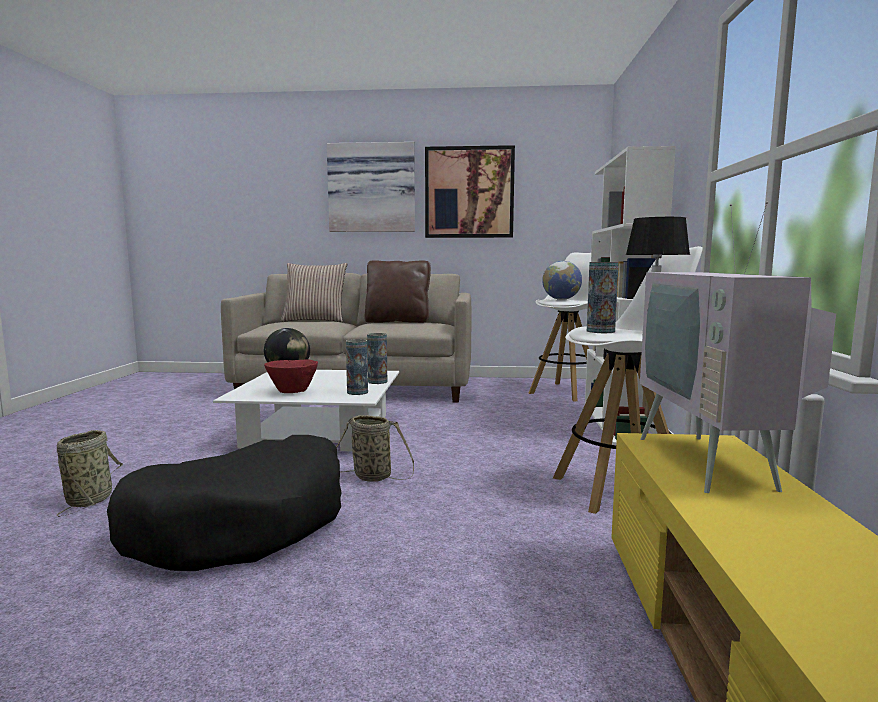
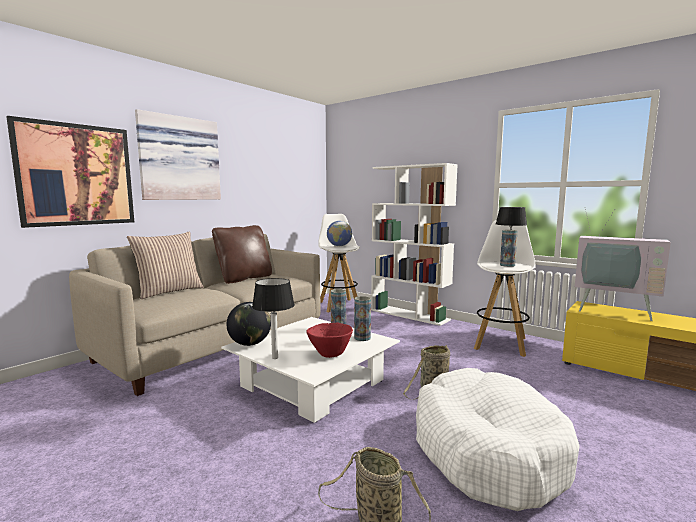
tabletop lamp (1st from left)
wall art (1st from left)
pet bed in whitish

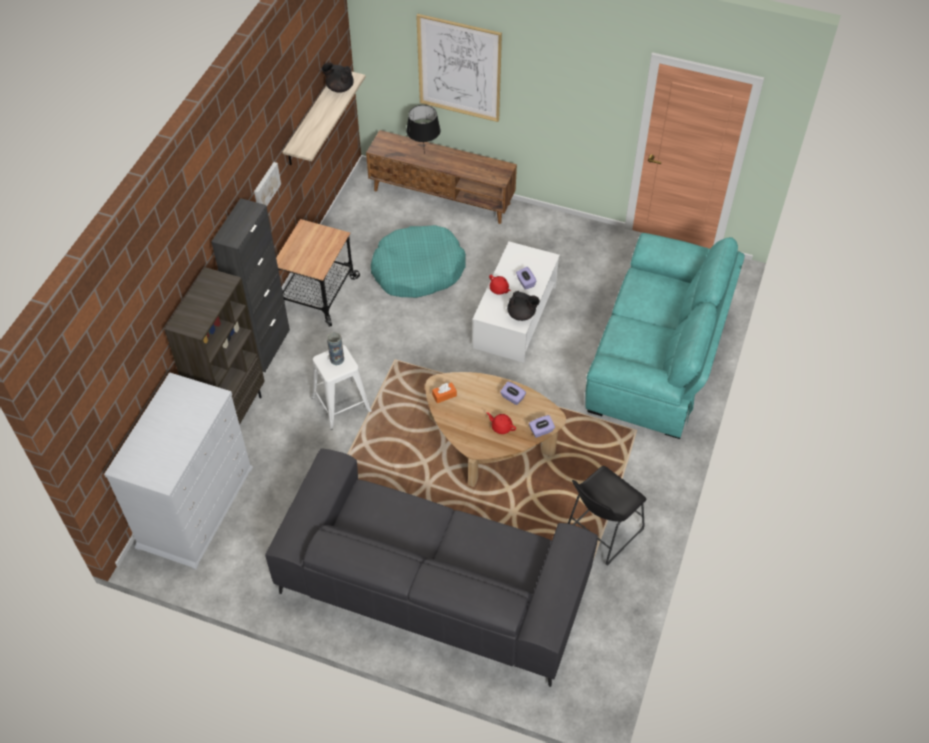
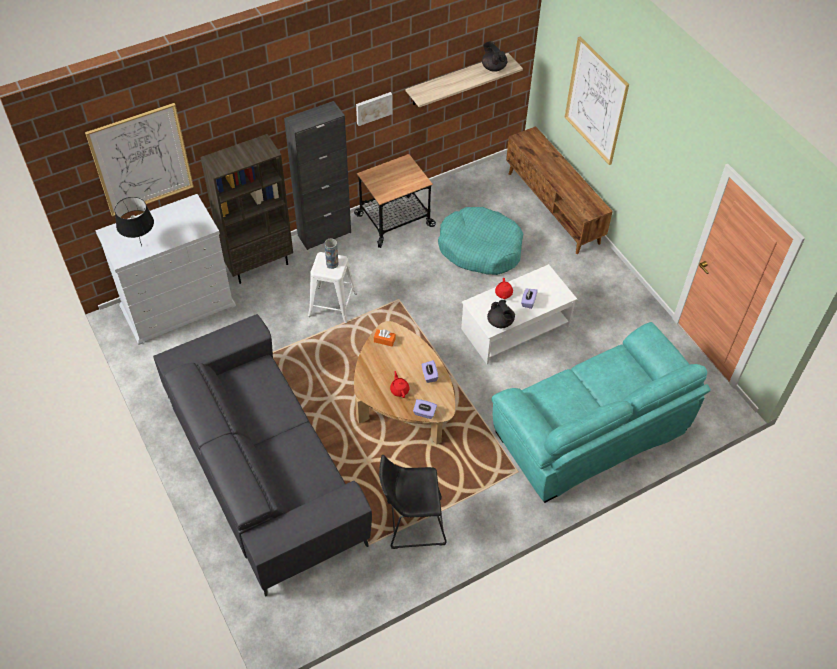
wall art (1st from left)
tabletop lamp in black

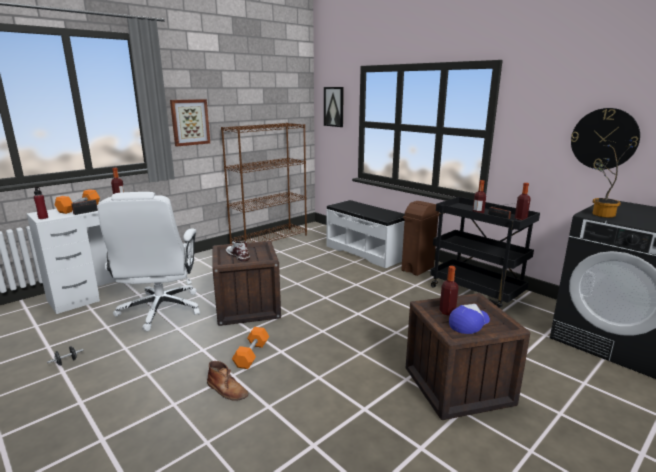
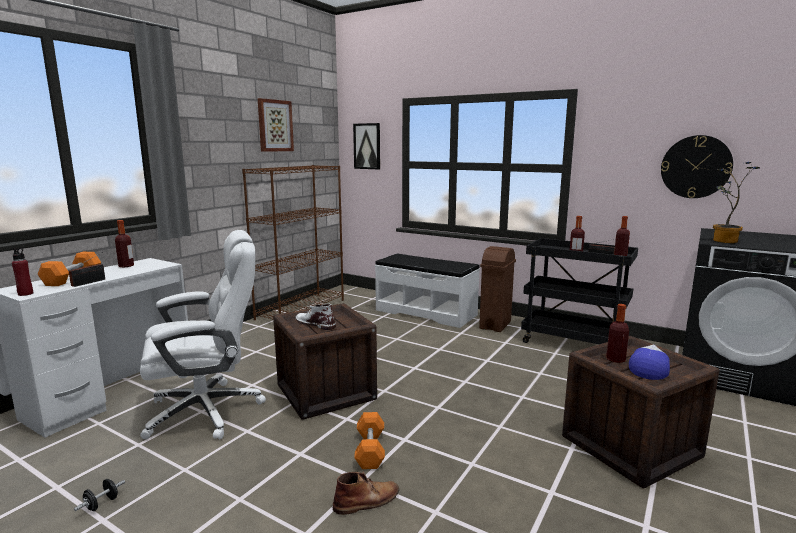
wall art (1st from left)
computer chair in whitish
boot in brown-coloured

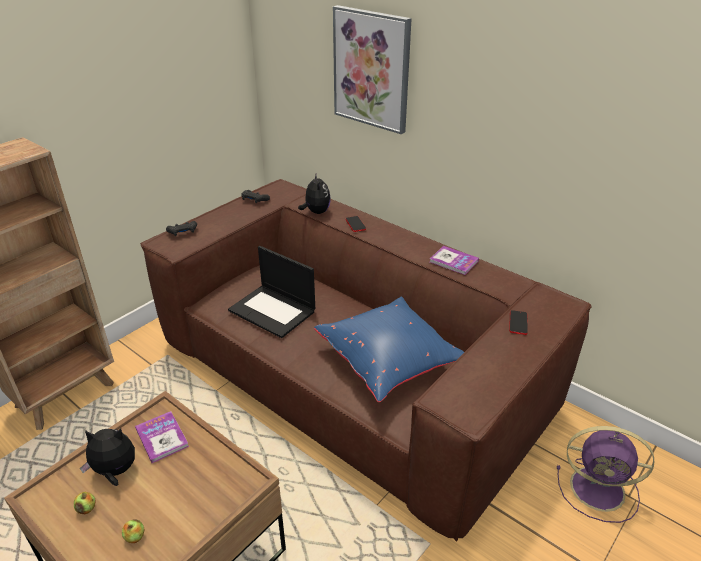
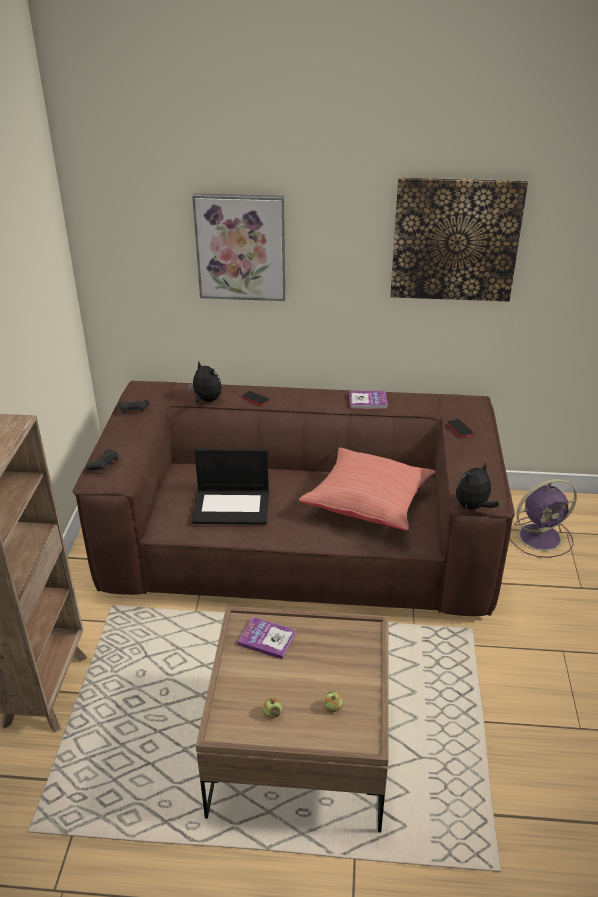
wall art (2nd from left)
cuddly toy (2nd from left)
cushion in red-coloured

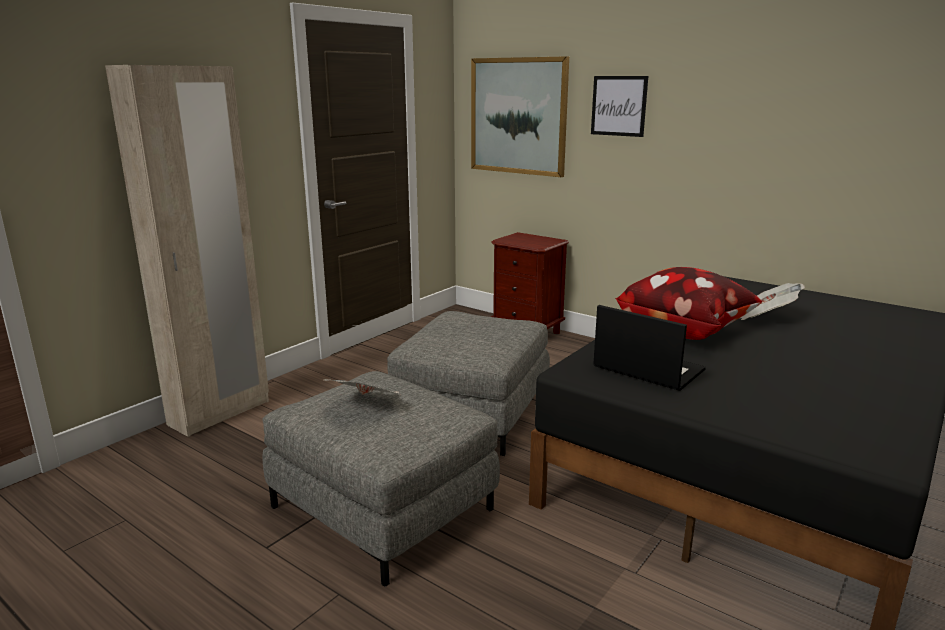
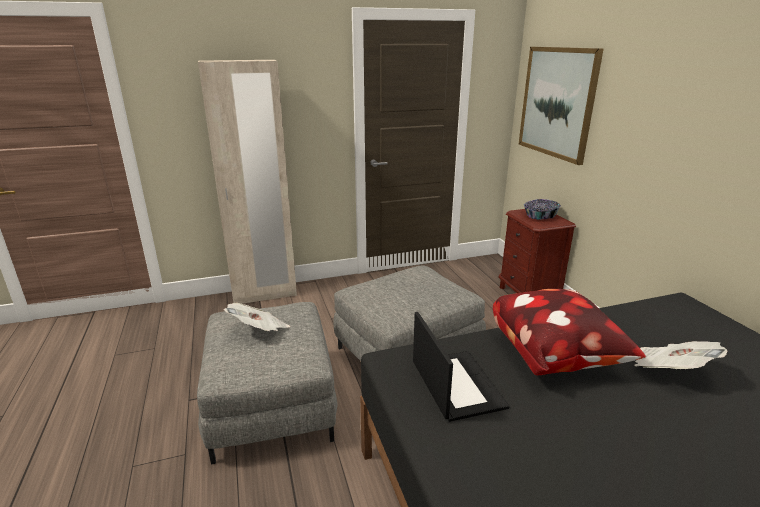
wall art (2nd from left in the first image)
deep dish

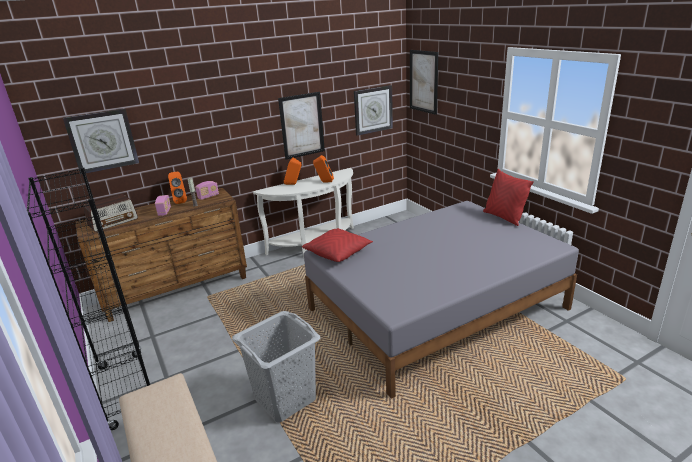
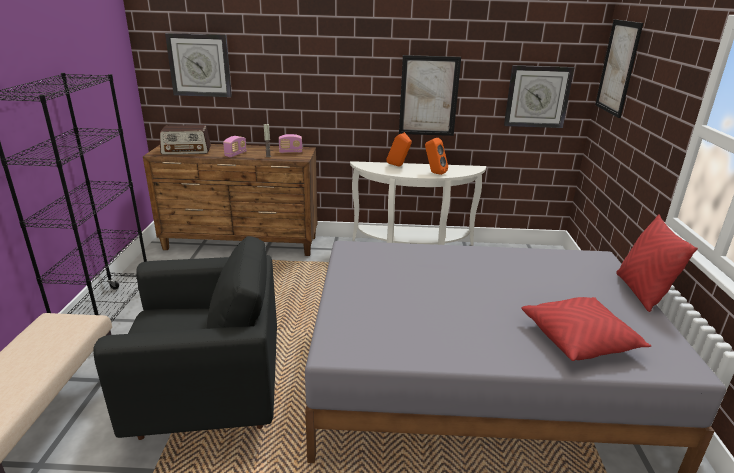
loudspeaker in orange (1st from left in the first image)
cushion in red-coloured (1st from left)
armchair in black

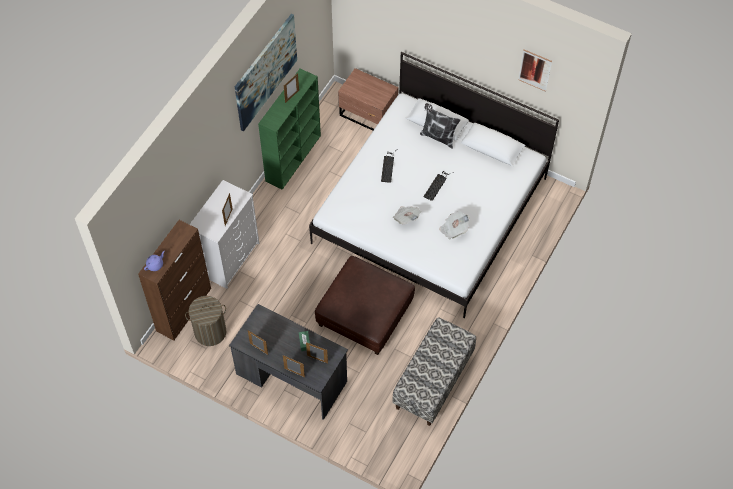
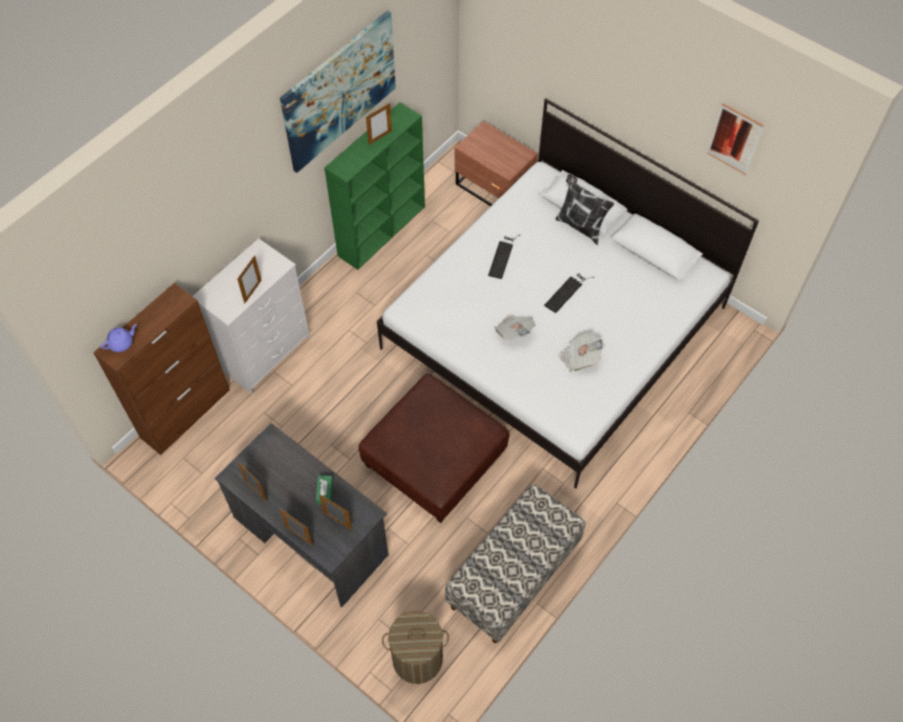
washing basket

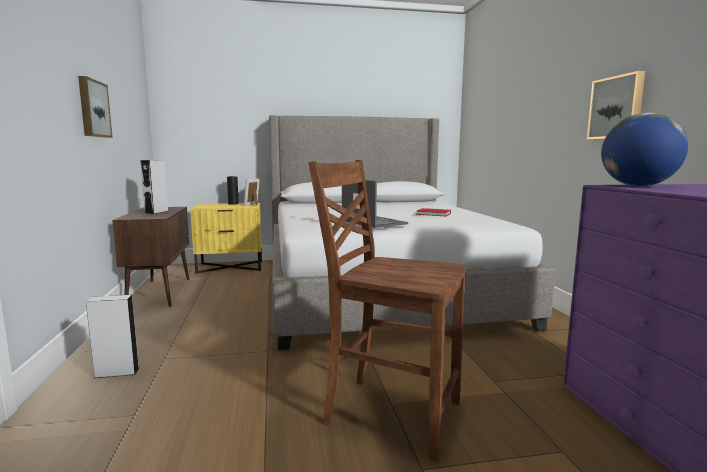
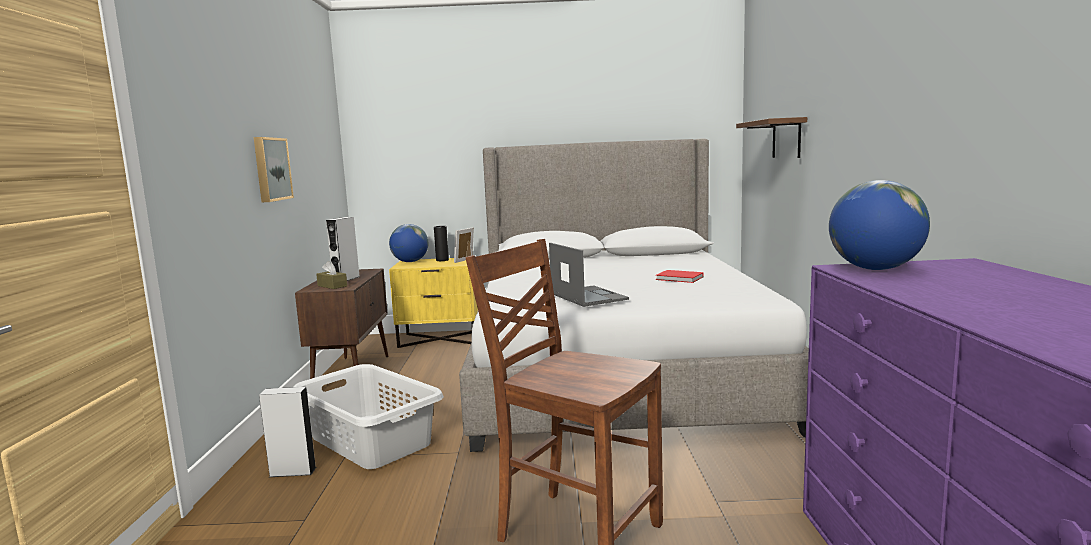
wall art (2nd from left in the first image)
washing basket in greyish
tissue box in brown-coloured
desk globe (1st from left)
bracket shelf in brown-coloured

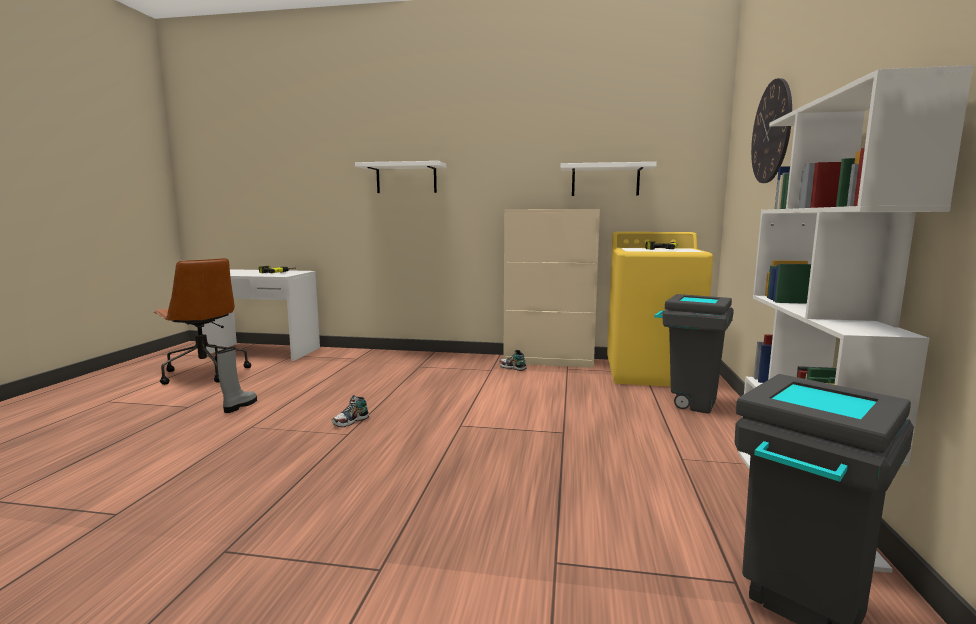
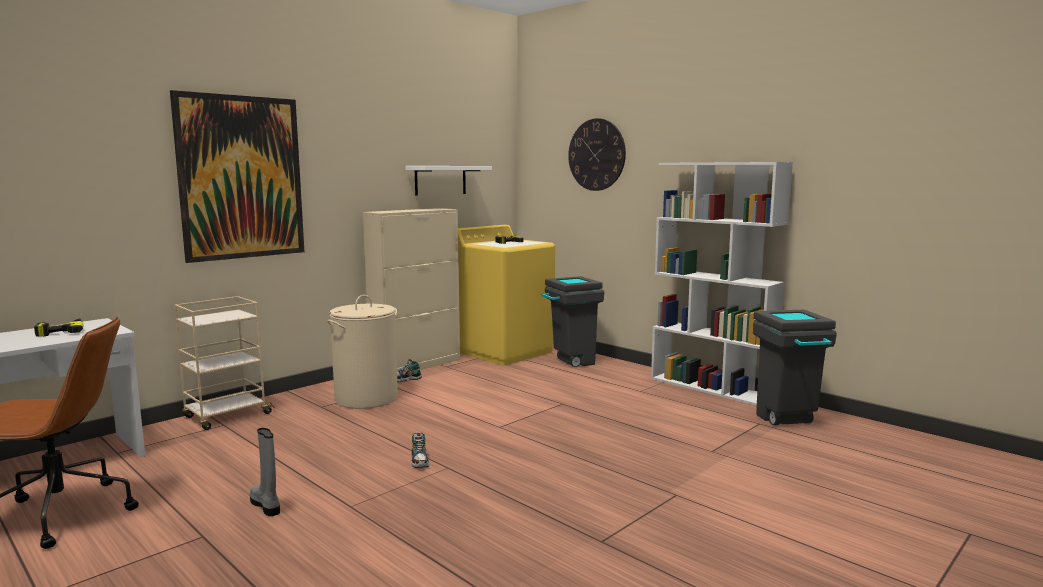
trolley in sand-coloured
washing basket in sand-coloured
wall art

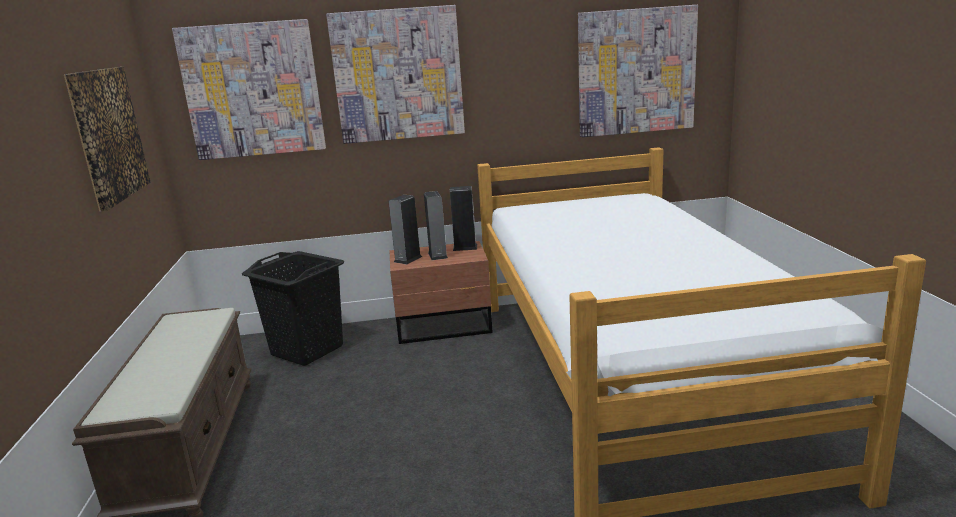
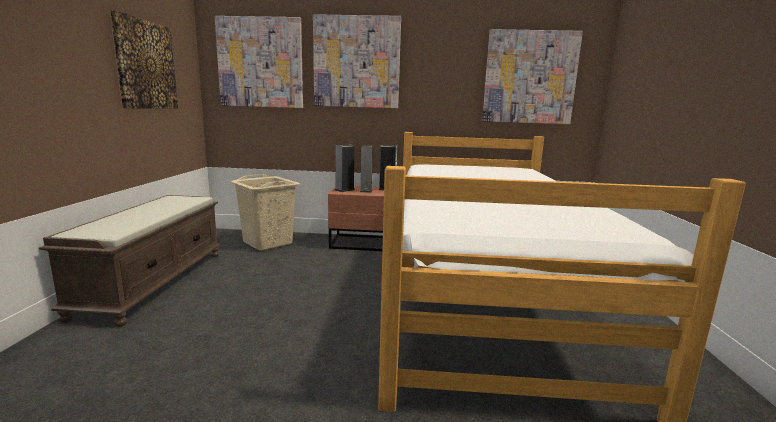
washing basket in sand-coloured

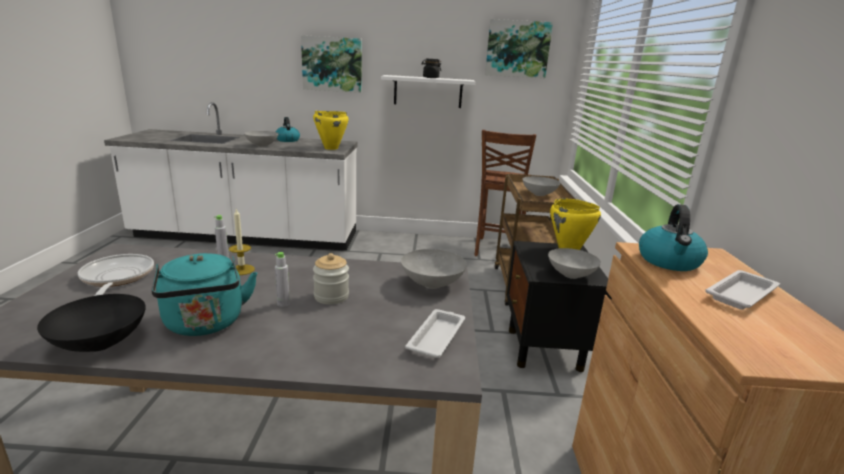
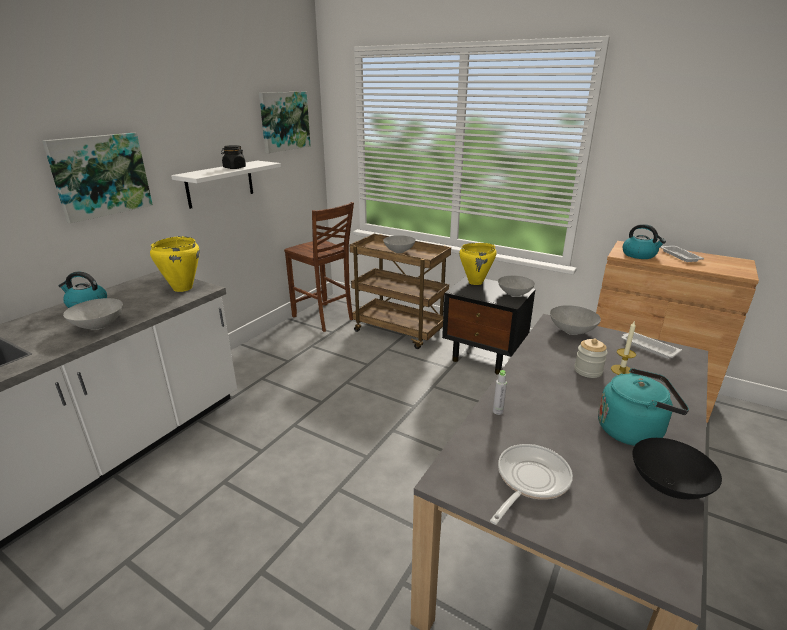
drink bottle in greyish (2nd from left in the first image)
candle
pan

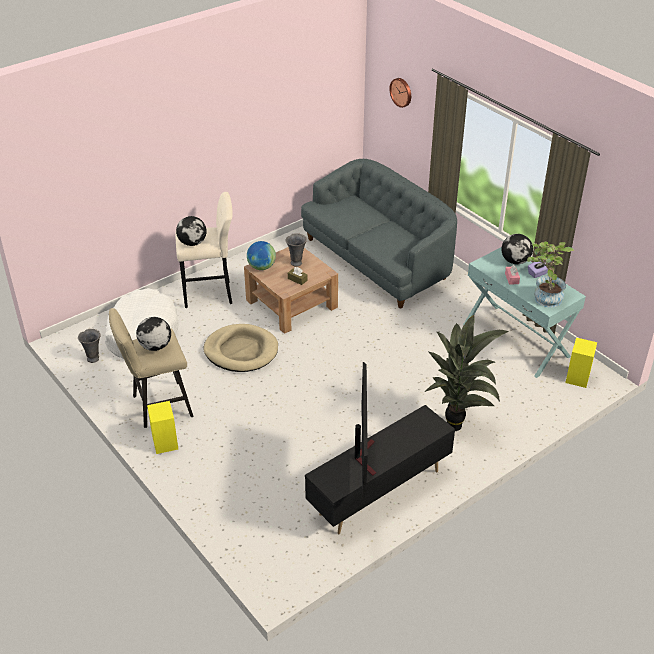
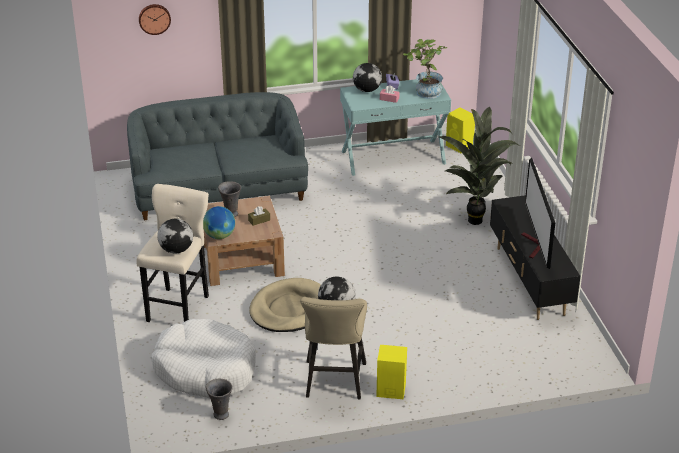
television

